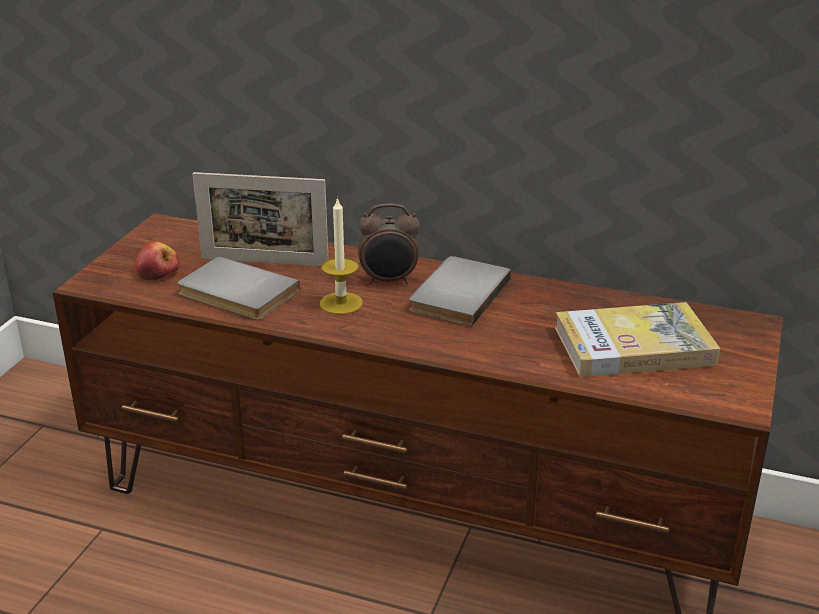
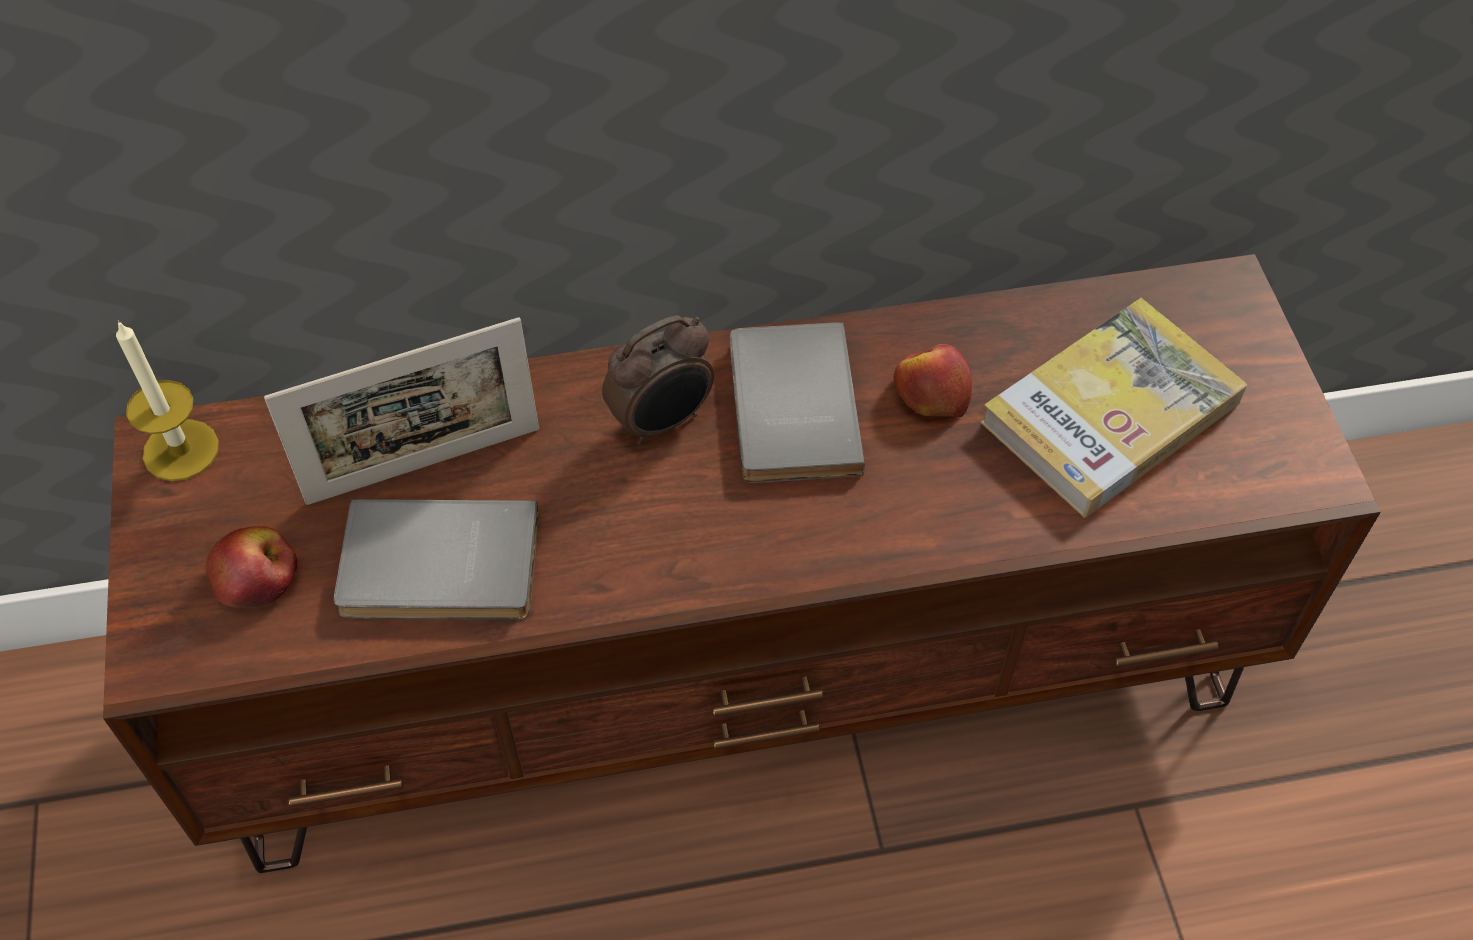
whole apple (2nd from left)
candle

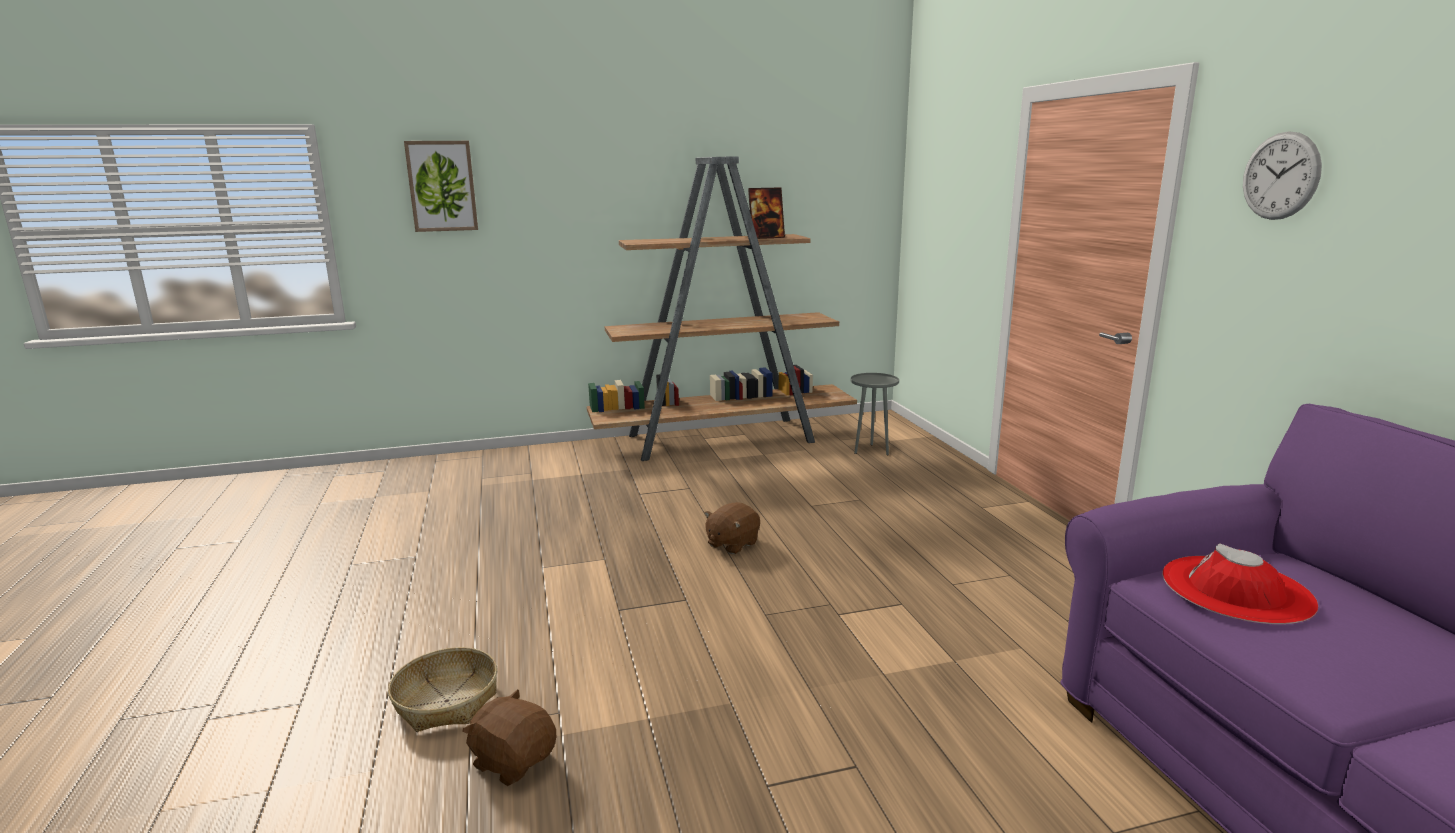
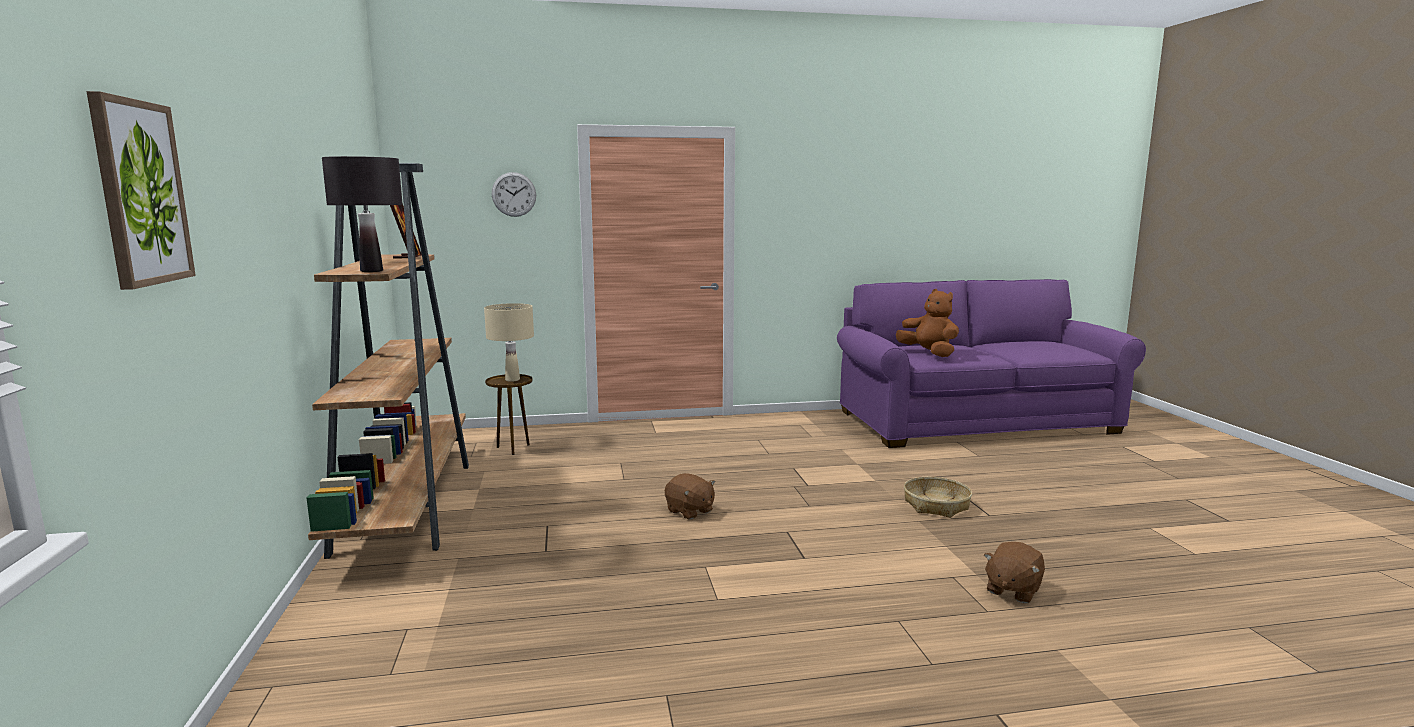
tabletop lamp in black
tabletop lamp in sand-coloured
basket
wall clock
cuddly toy in brown-coloured (2nd from left)
side table in brown-coloured

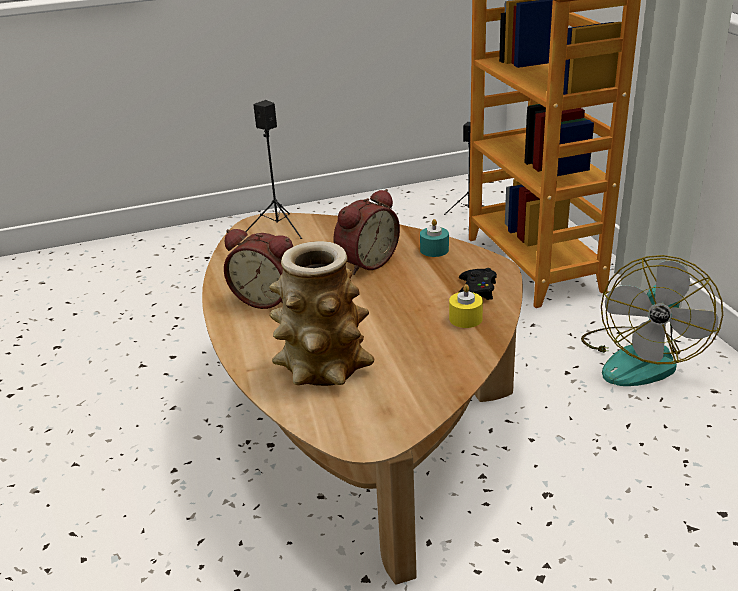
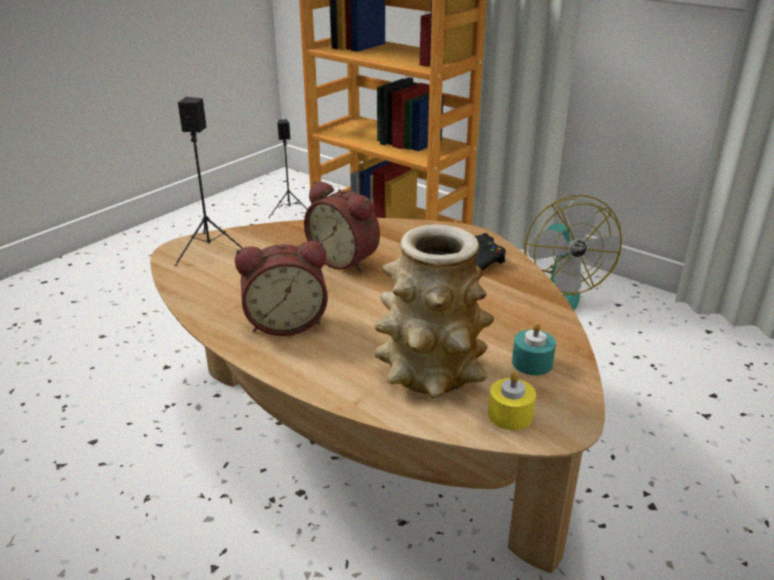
candle in blue-green
candle in yellow-coloured
bedside clock (2nd from left)

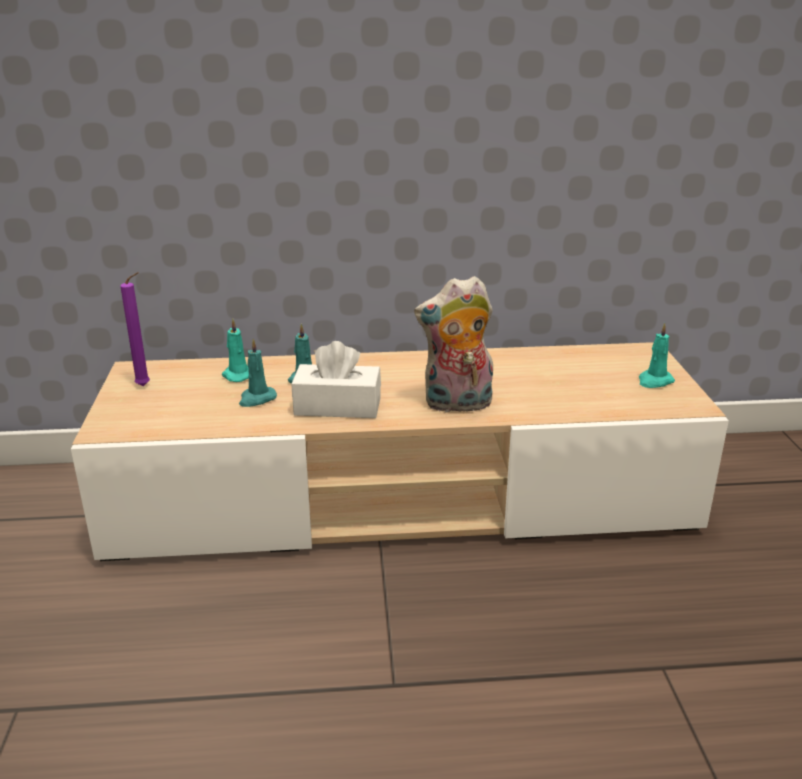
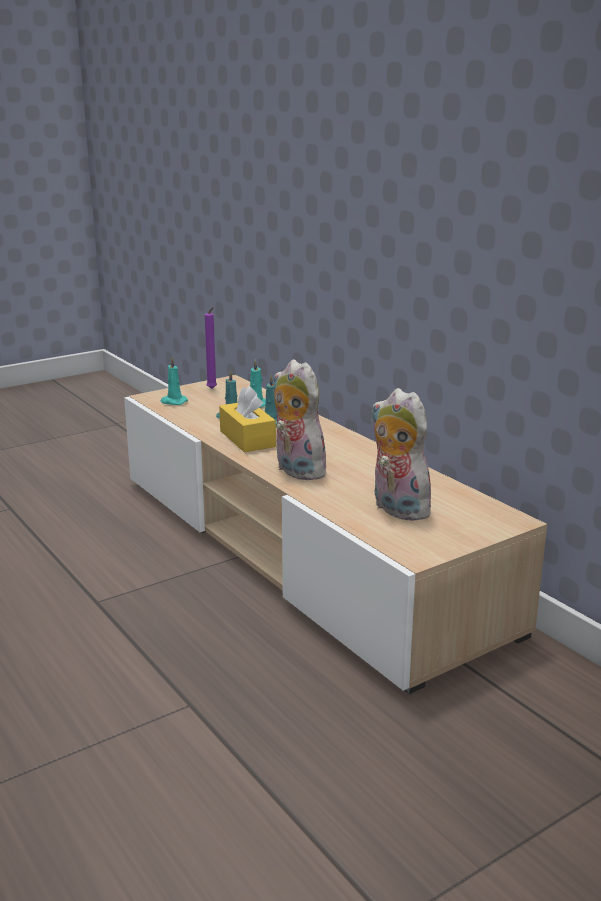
cuddly toy (2nd from left)
candle in blue-green (1st from left)
tissue box in yellow-coloured

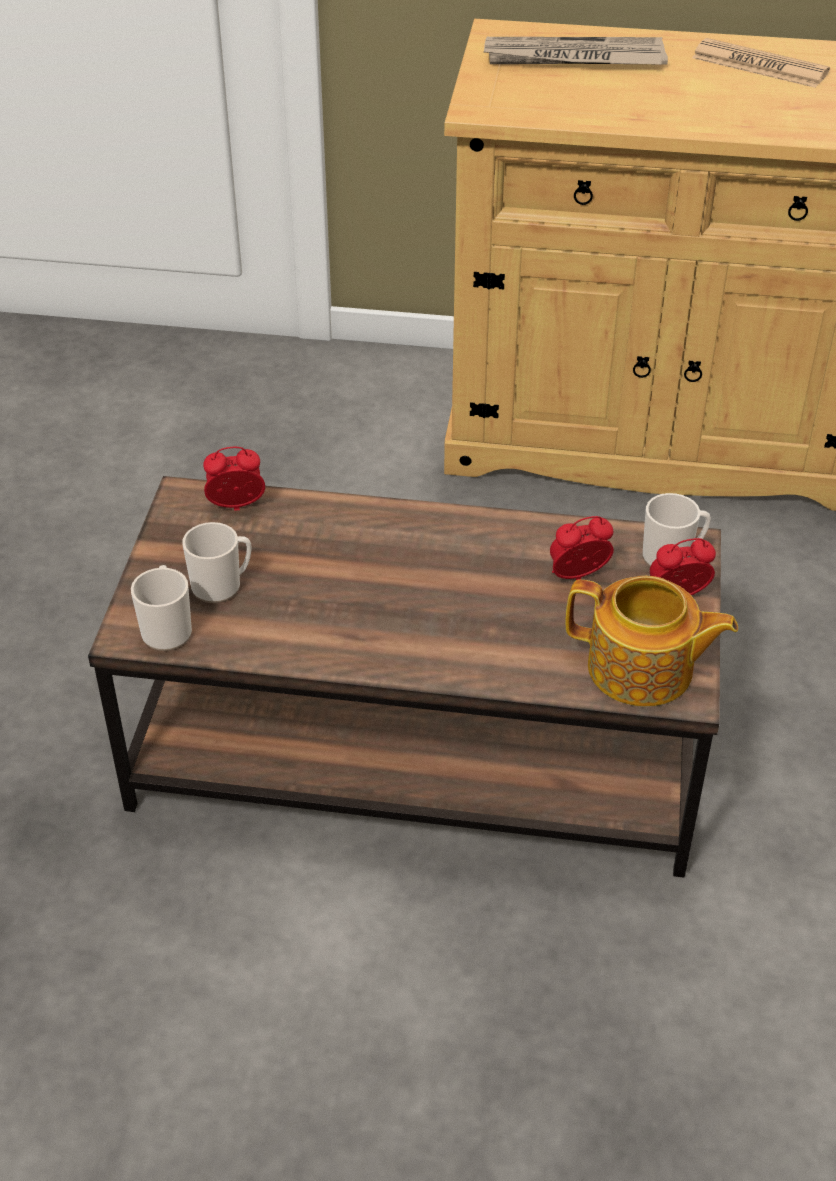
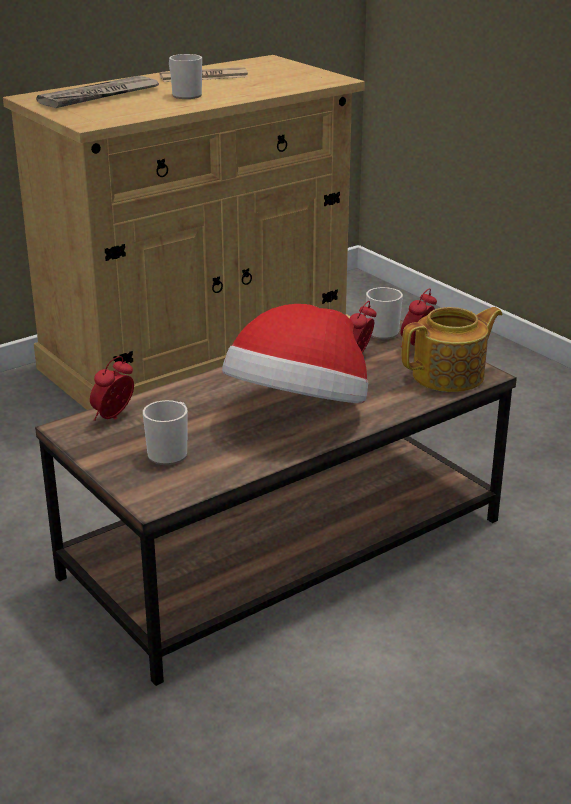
hat
tea mug (2nd from left)

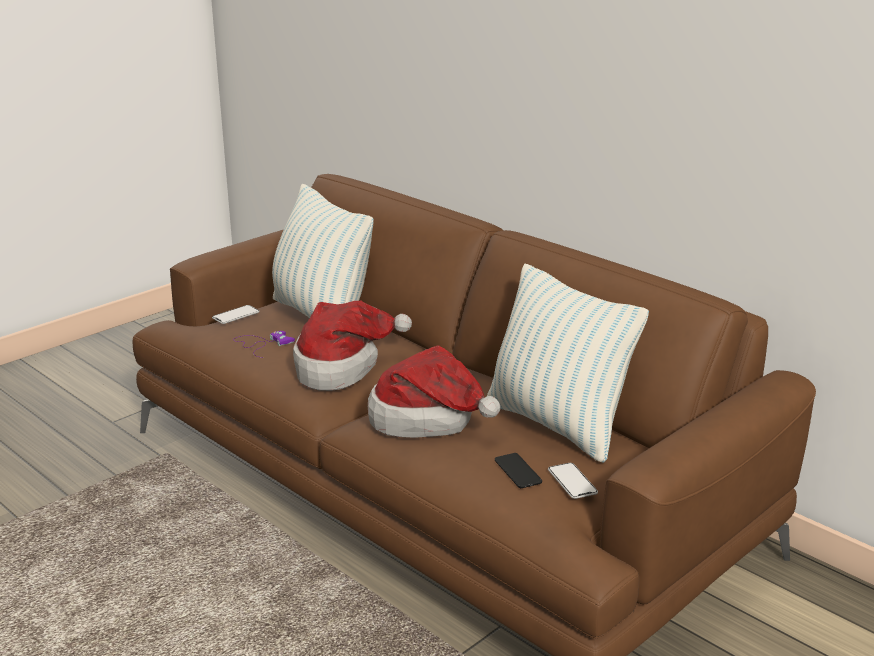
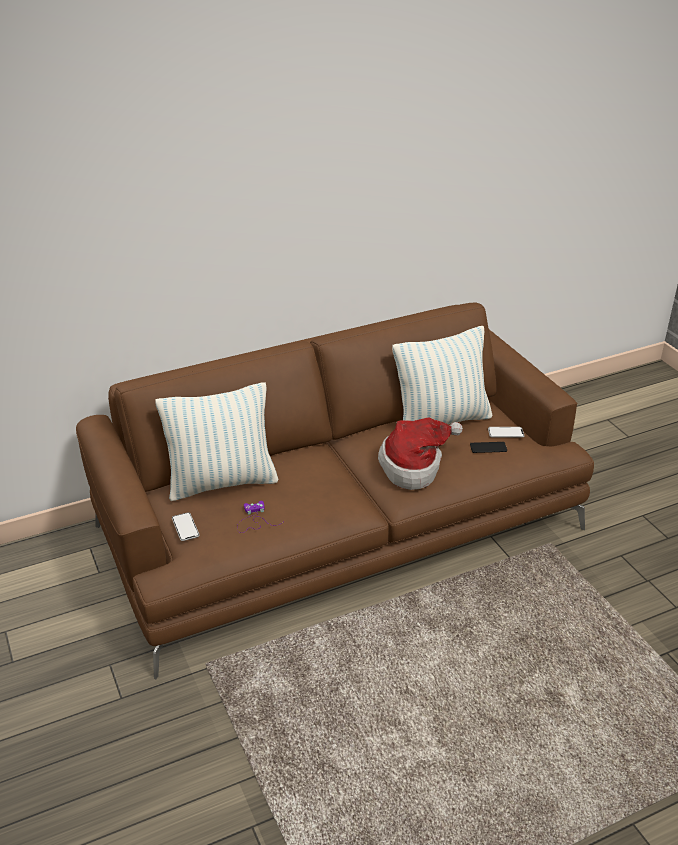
hat (1st from left in the first image)

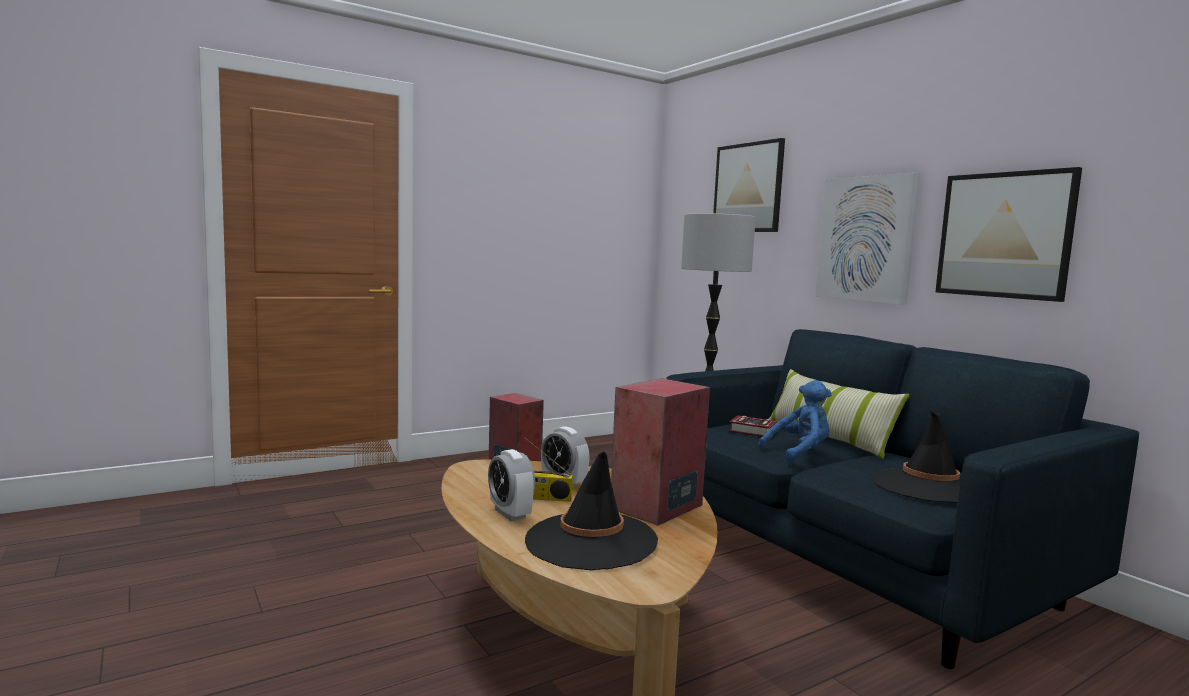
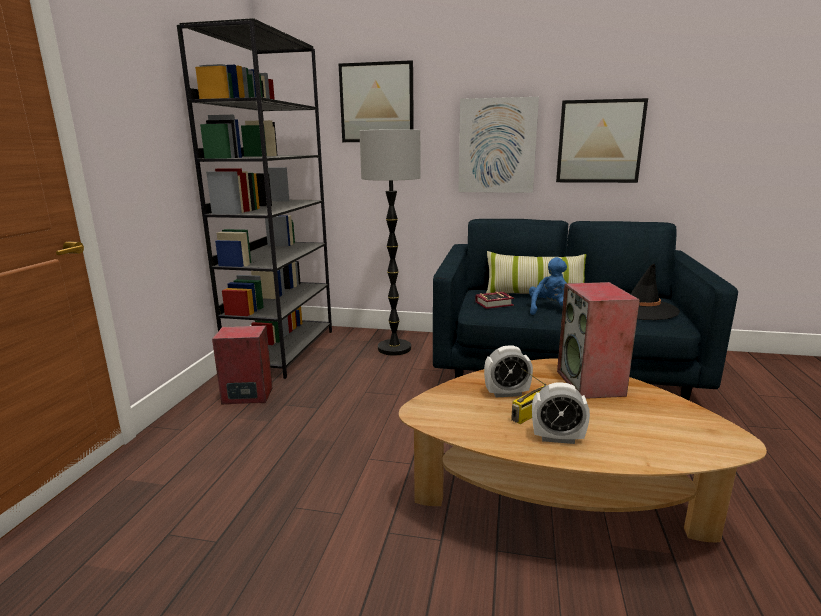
hat in black (1st from left in the first image)
bookcase in black

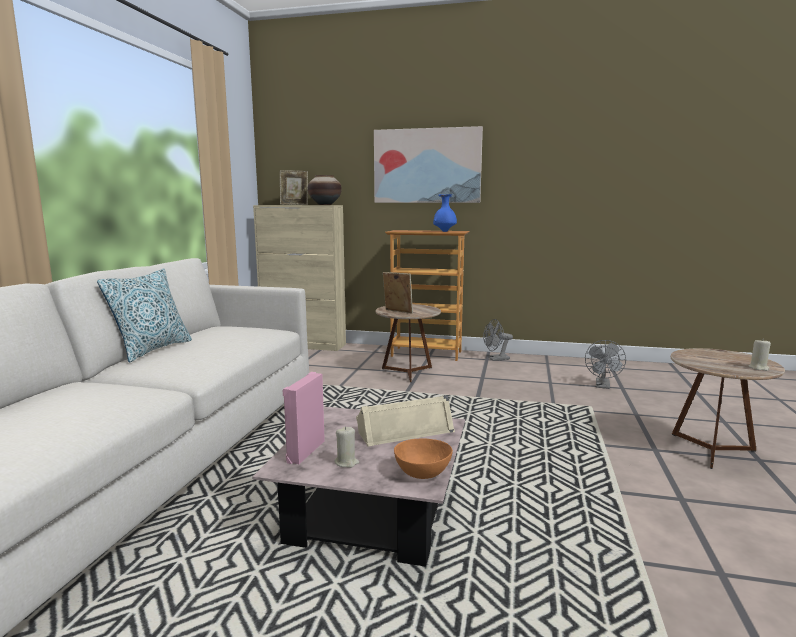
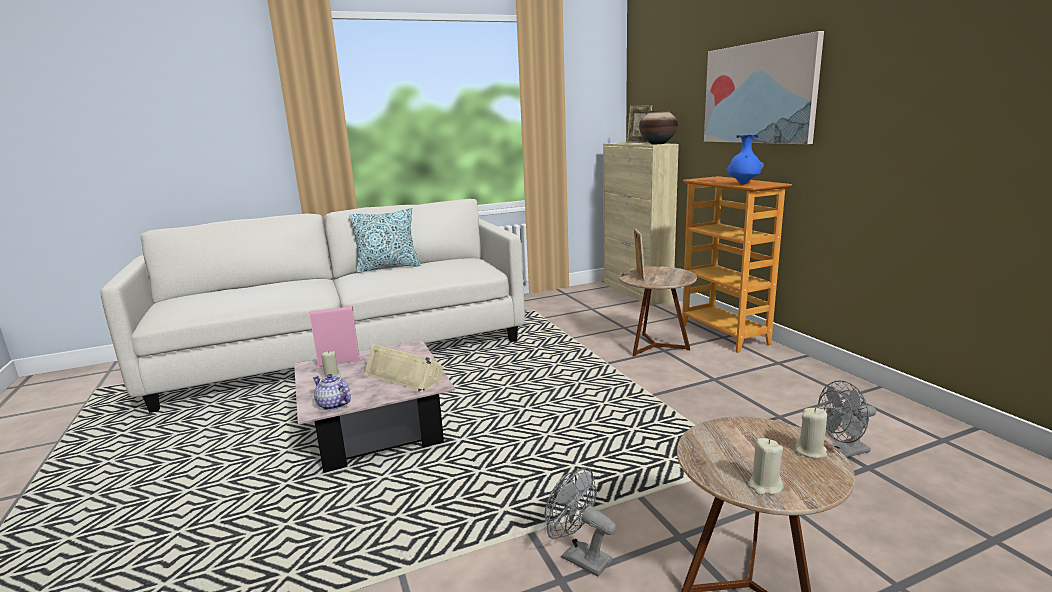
candle in sand-coloured (3rd from left)
cooling fan in greyish (1st from left)
tea pot

